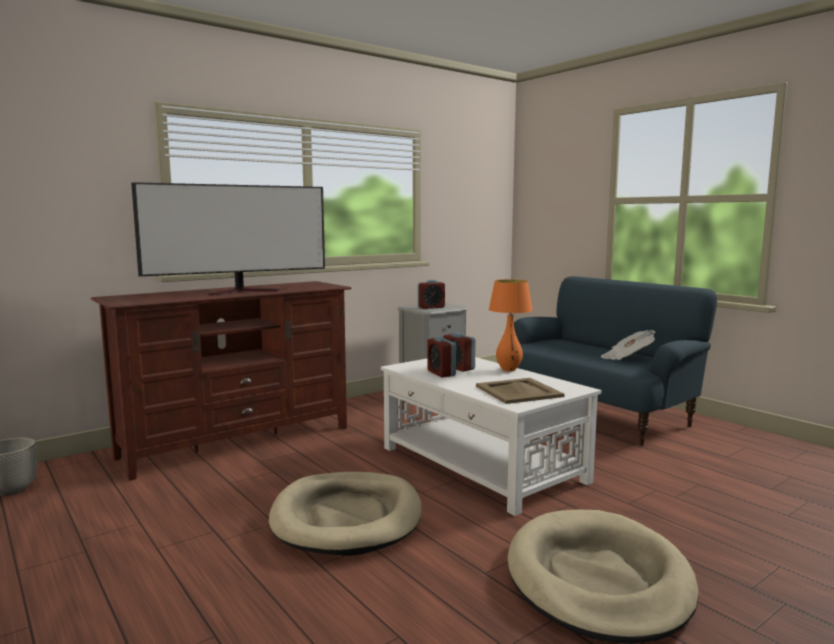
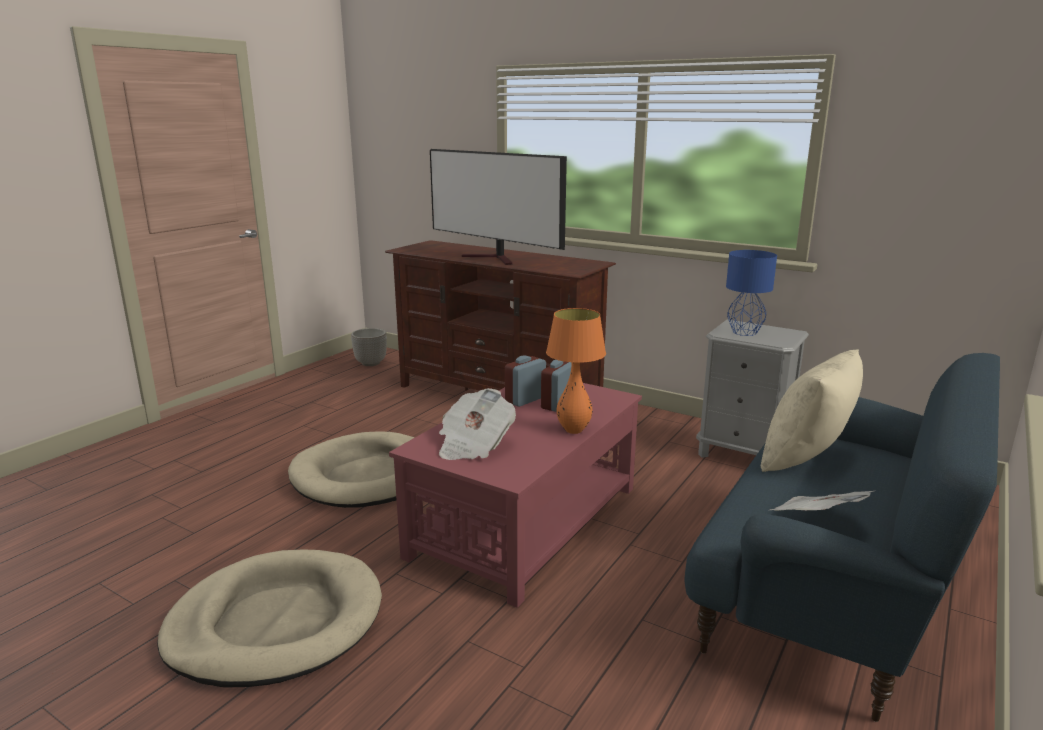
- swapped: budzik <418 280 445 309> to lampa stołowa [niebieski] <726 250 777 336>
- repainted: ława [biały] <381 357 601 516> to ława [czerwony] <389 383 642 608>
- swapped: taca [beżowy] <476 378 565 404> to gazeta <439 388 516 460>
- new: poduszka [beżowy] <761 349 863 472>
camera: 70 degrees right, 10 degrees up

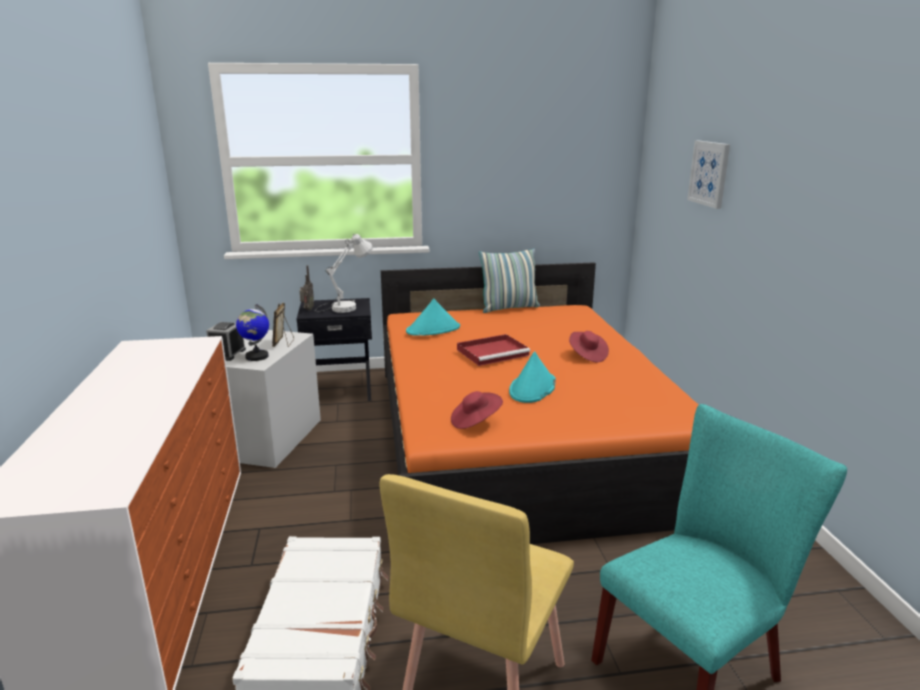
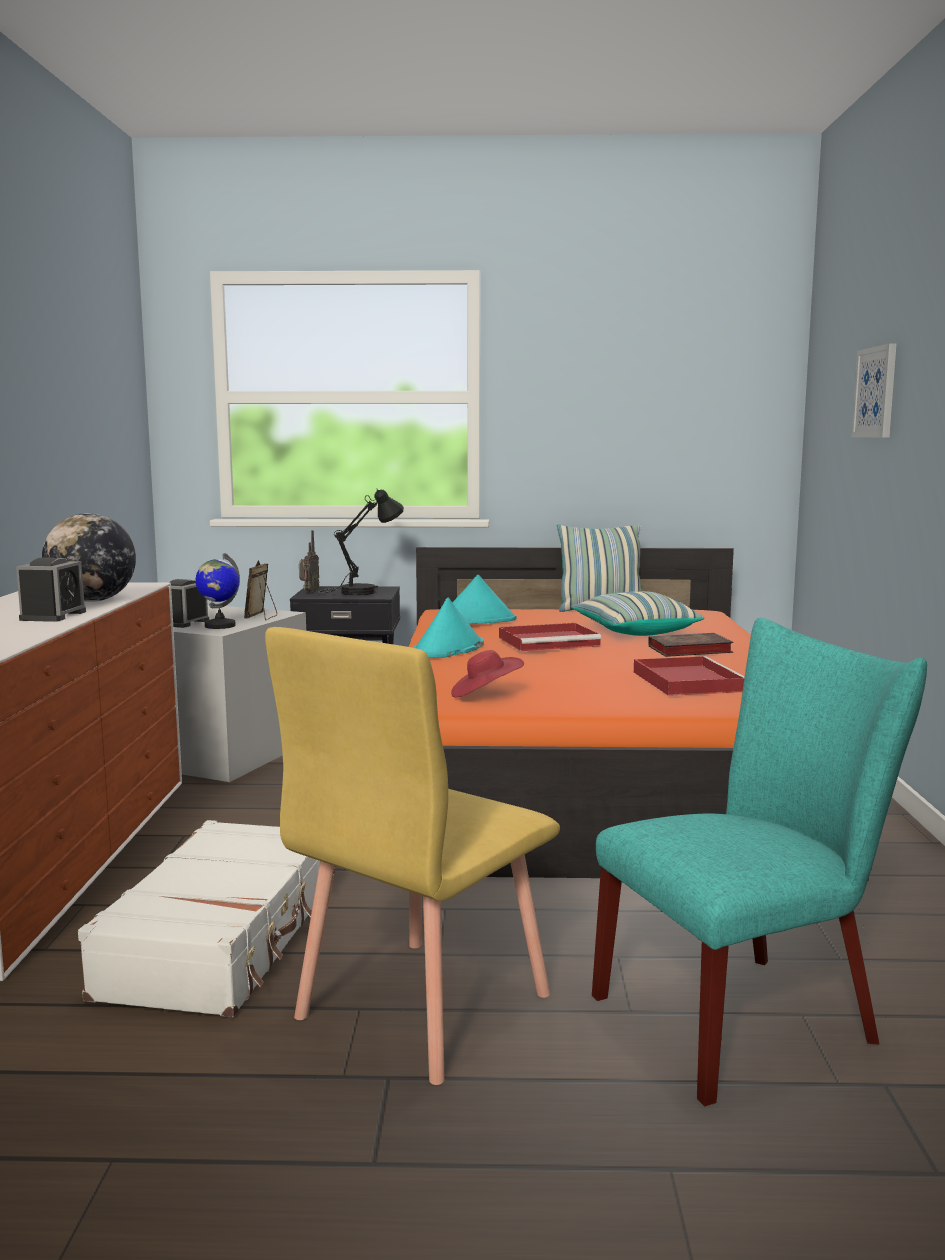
- repainted: lampa stołowa [biały] <315 234 373 313> to lampa stołowa [czarny] <318 488 404 595>
- swapped: kapelusz [czerwony] <569 331 609 362> to książka <648 633 734 657>
- shifted: kapelusz [turkusowy] <509 351 556 403> to <413 598 484 658>
- new: globus <42 513 136 602>
- new: budzik <16 558 86 622>
- new: poduszka <571 591 704 636>
- new: taca [czerwony] <634 656 745 696>
camera: 10 degrees right, 10 degrees down

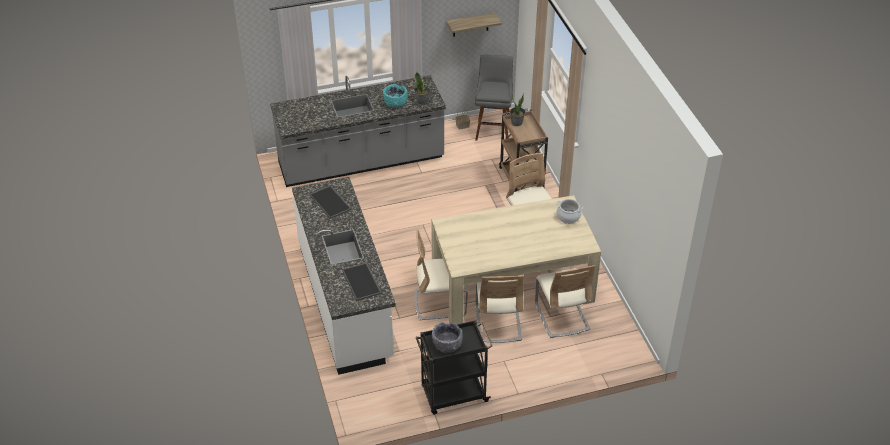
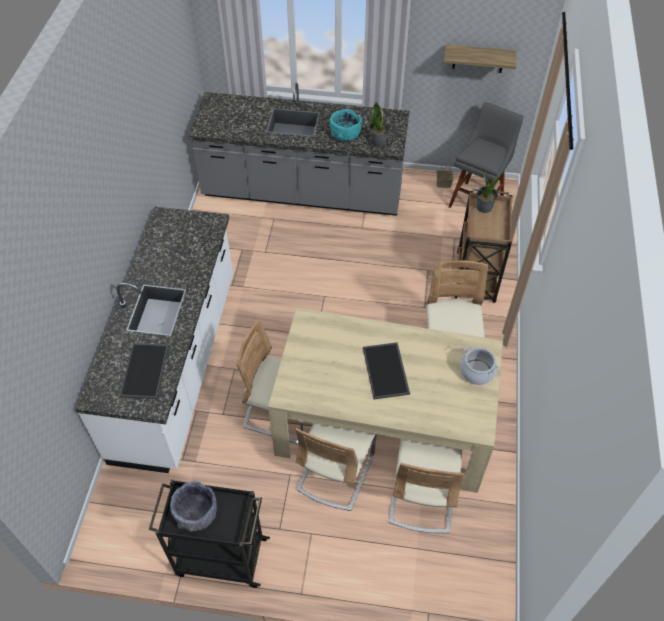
- shifted: taca <309 185 352 219> to <363 342 410 399>
camera: 25 degrees right, 10 degrees up

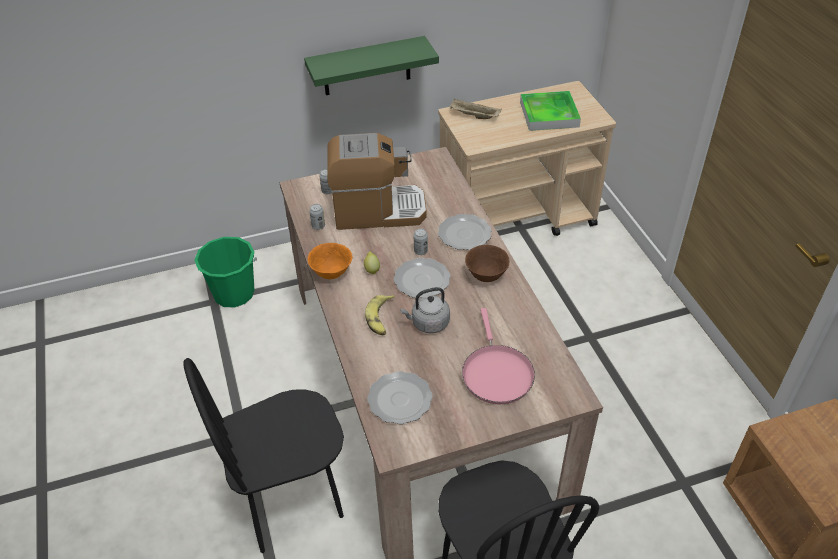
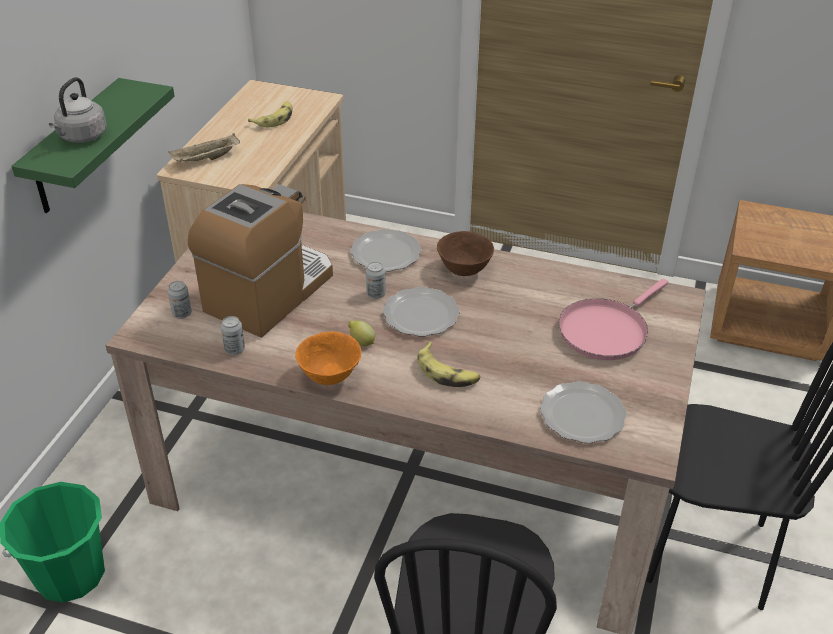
- swapped: taca <520 91 581 131> to banan <248 102 292 127>
- shifted: czajnik [szary] <400 287 450 333> to <49 77 107 143>
- rotated: patelnia [różowy] <462 308 535 404> = <558 279 668 360> 105 degrees clockwise
camera: 55 degrees left, 5 degrees down

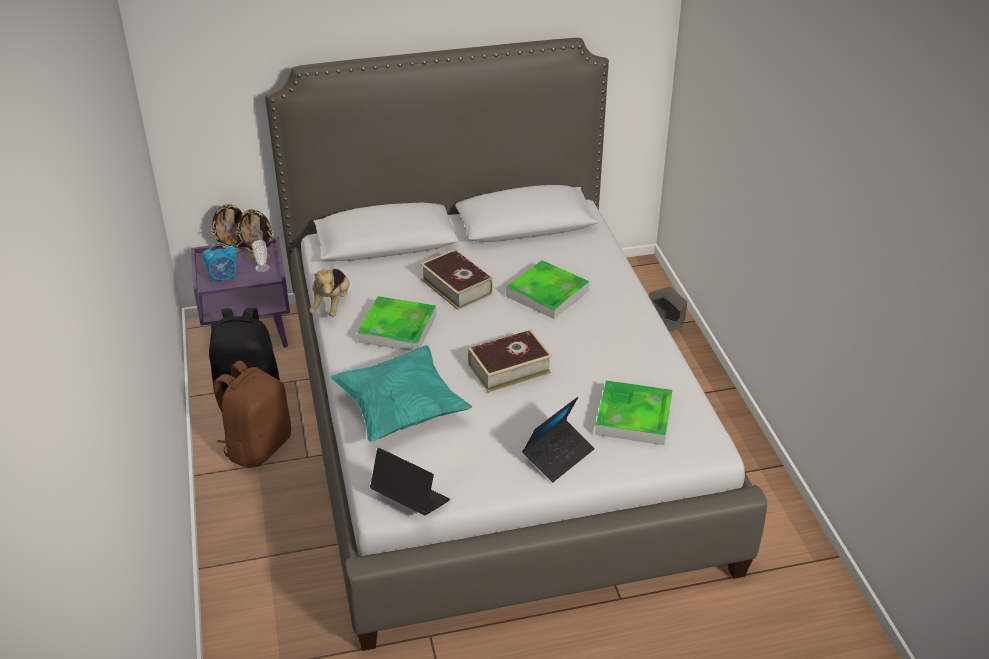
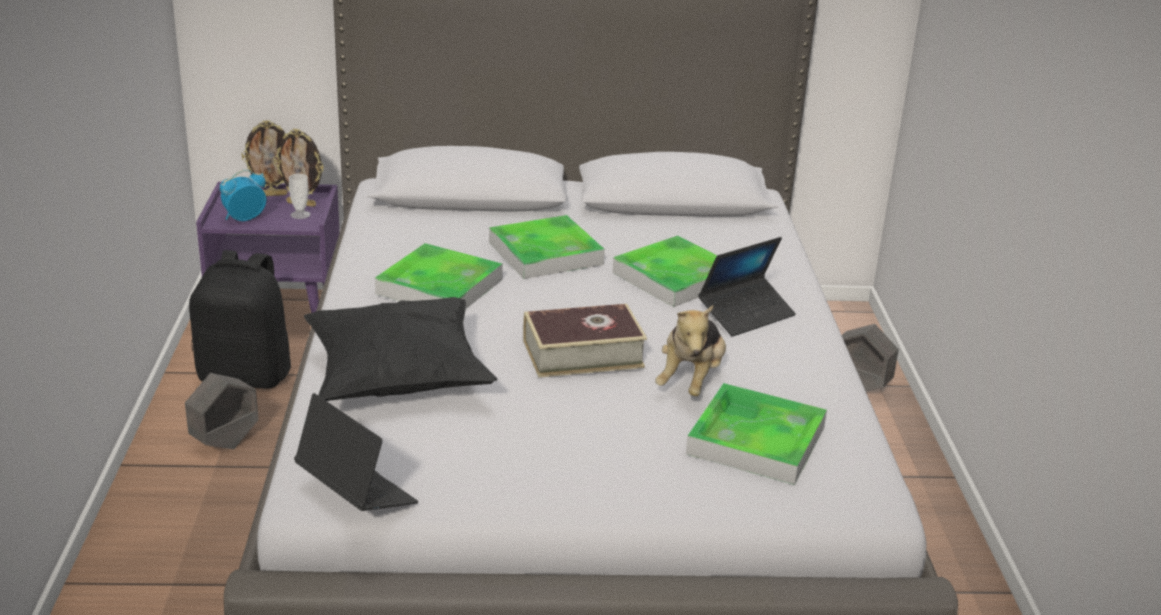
- rotated: budzik <203 243 237 284> = <220 170 266 221> 150 degrees clockwise
- swapped: książka <420 249 493 310> to taca <489 215 605 279>
- shifted: pluszak <309 266 350 317> to <655 305 726 396>
- repainted: poduszka [turkusowy] <330 345 472 442> to poduszka [czarny] <304 297 498 401>
- swapped: plecak [brązowy] <213 360 291 468> to donica [szary] <185 373 258 449>
- shifted: laptop <522 397 594 482> to <698 237 796 337>
camera: 10 degrees right, 10 degrees down

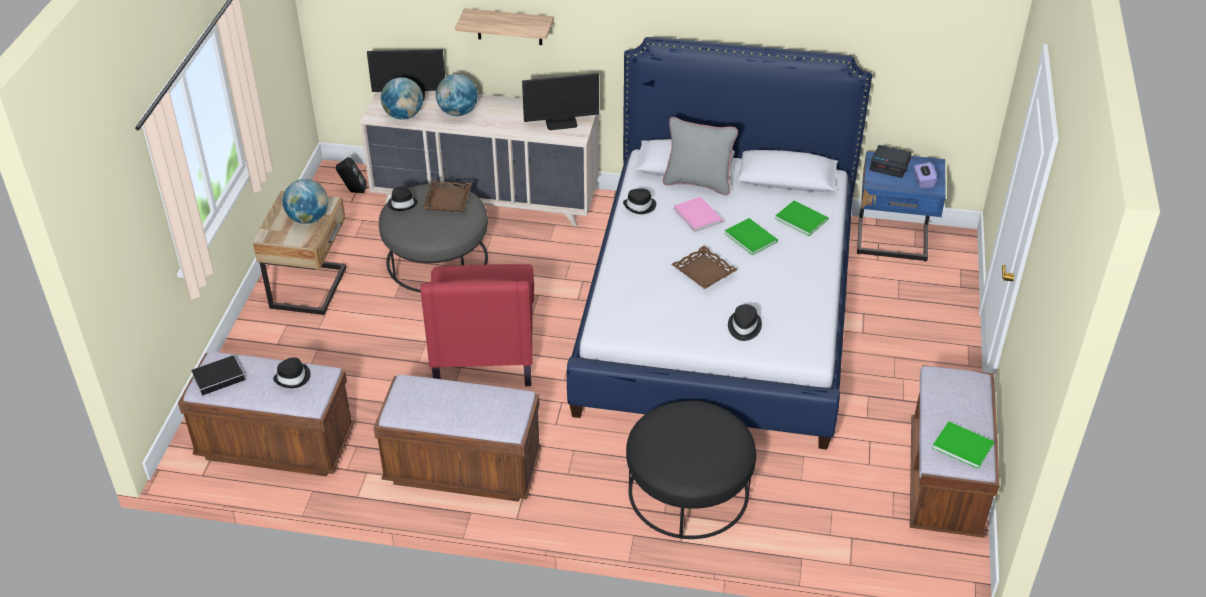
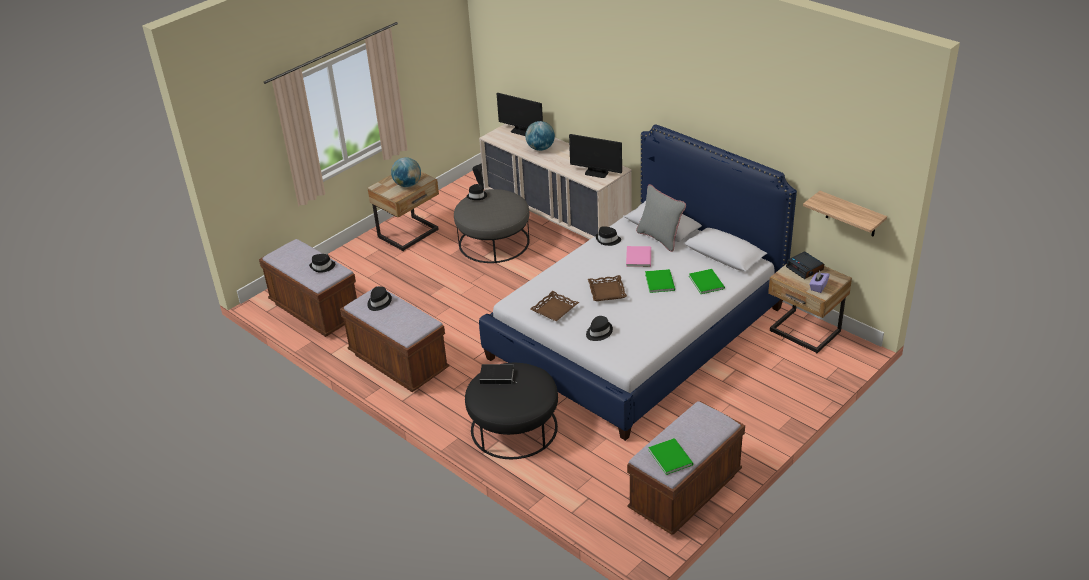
- shifted: półka <455 8 554 45> to <803 191 887 237>
- gone: globus <381 77 423 120>
- repainted: szafka nocna [niebieski] <857 151 946 262> to szafka nocna [beżowy] <768 265 852 353>
- shifted: taca [brązowy] <423 180 472 212> to <530 291 579 321>
- gone: fotel [czerwony] <420 264 534 386>
- shifted: książka <191 355 251 396> to <479 364 519 384>
- new: kapelusz [czarny] <367 286 392 311>
camera: 35 degrees right, 5 degrees down

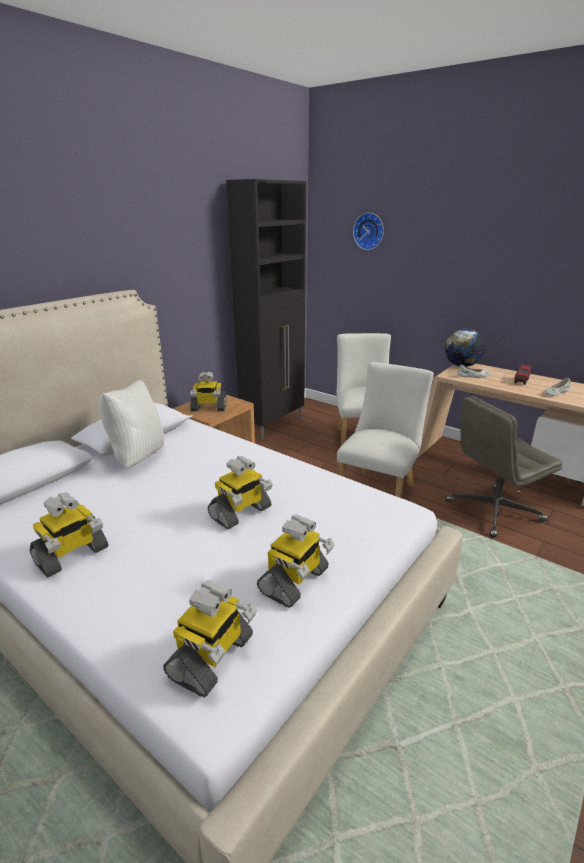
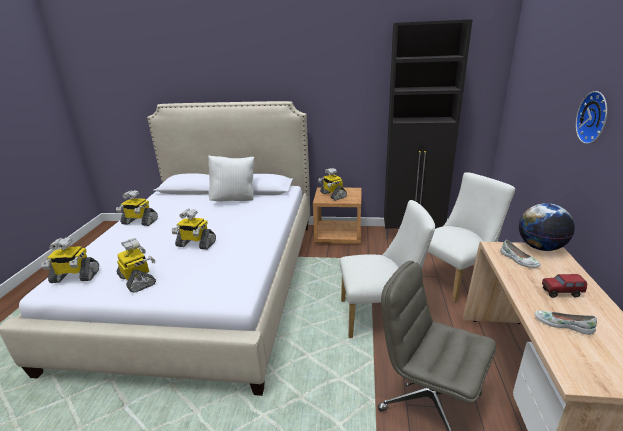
- shifted: zegar ścienny <353 213 384 250> to <576 91 607 144>
- rotated: robot zabawkowy <257 514 334 608> = <117 238 156 293> 135 degrees counterclockwise
camera: 60 degrees right, 0 degrees up

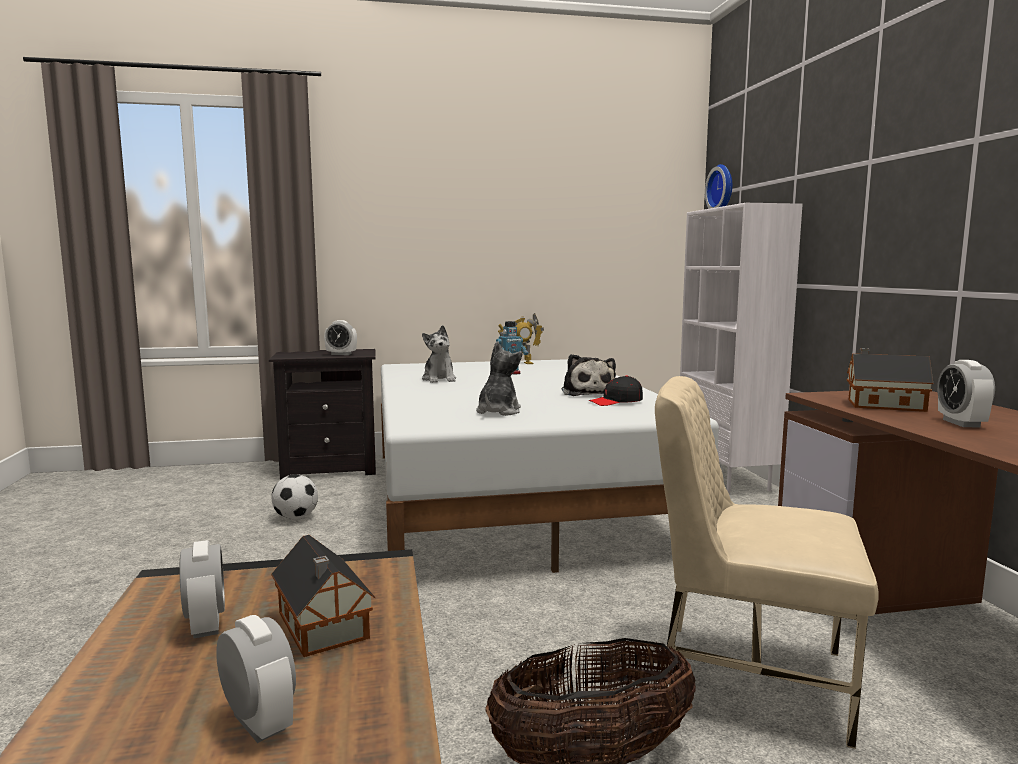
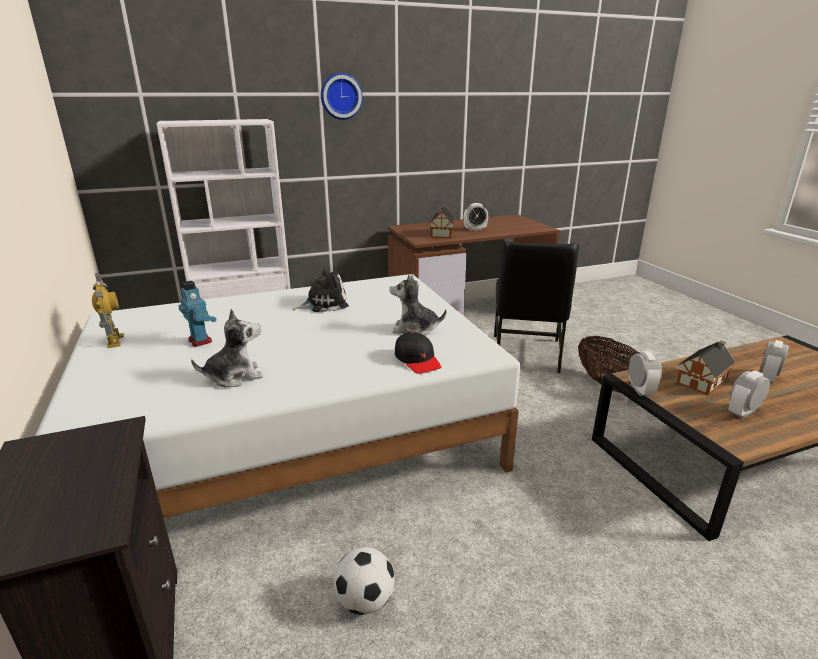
- shifted: zegar ścienny <705 164 732 209> to <321 73 363 120>
- shifted: budzik <324 320 357 355> to <628 351 662 396>
- shifted: czapka z daszkiem [czarny] <589 376 643 406> to <395 332 441 374>
- repainted: krzesło [beżowy] <655 376 879 749> to krzesło [czarny] <494 241 580 373>
camera: 100 degrees left, 15 degrees up

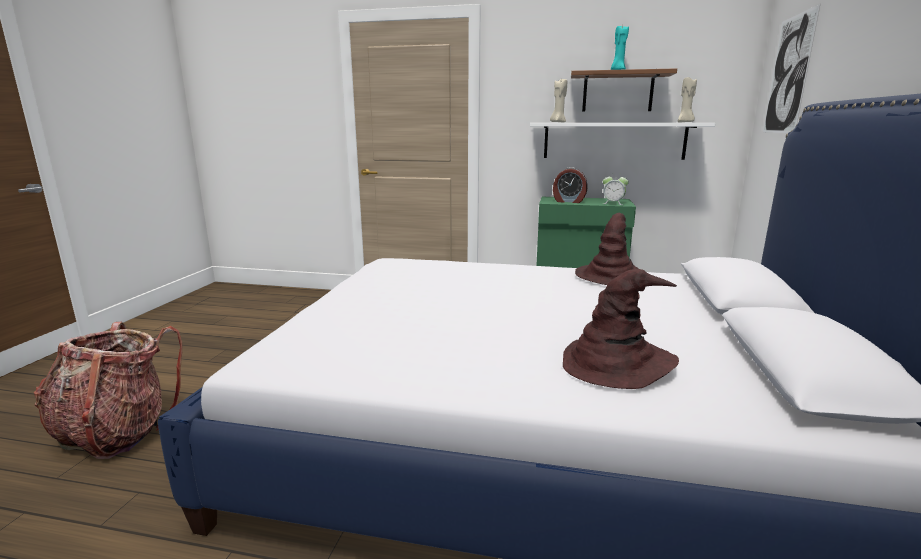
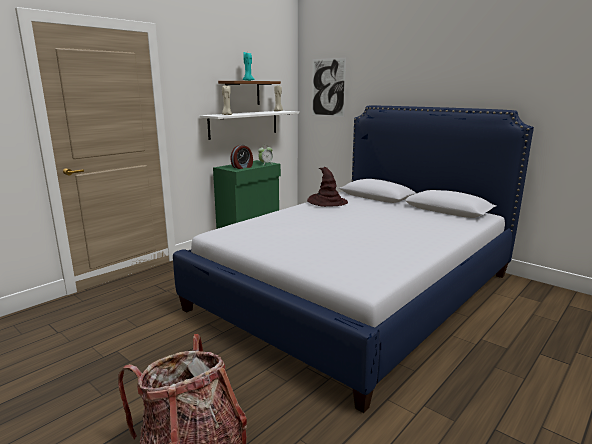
- gone: kapelusz [brązowy] <563 269 679 389>
camera: 60 degrees left, 0 degrees up

